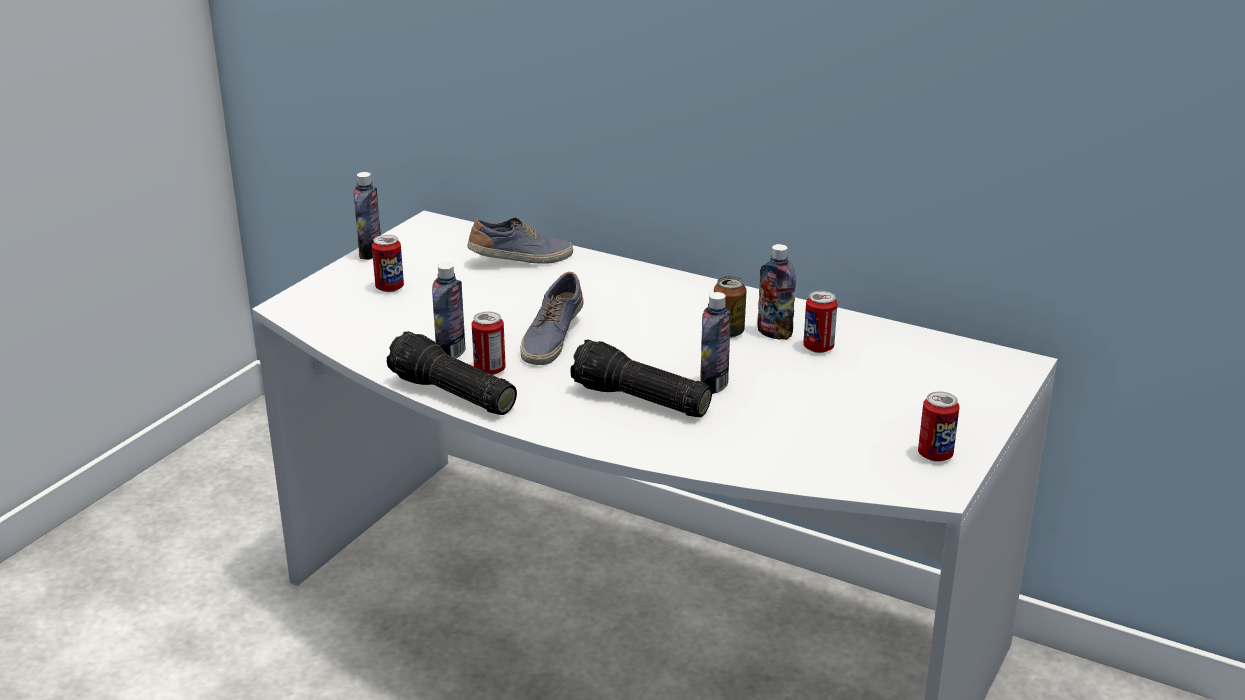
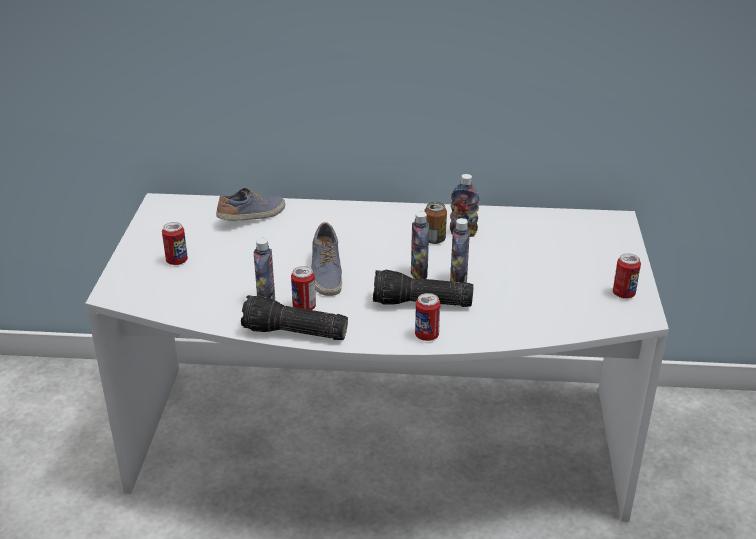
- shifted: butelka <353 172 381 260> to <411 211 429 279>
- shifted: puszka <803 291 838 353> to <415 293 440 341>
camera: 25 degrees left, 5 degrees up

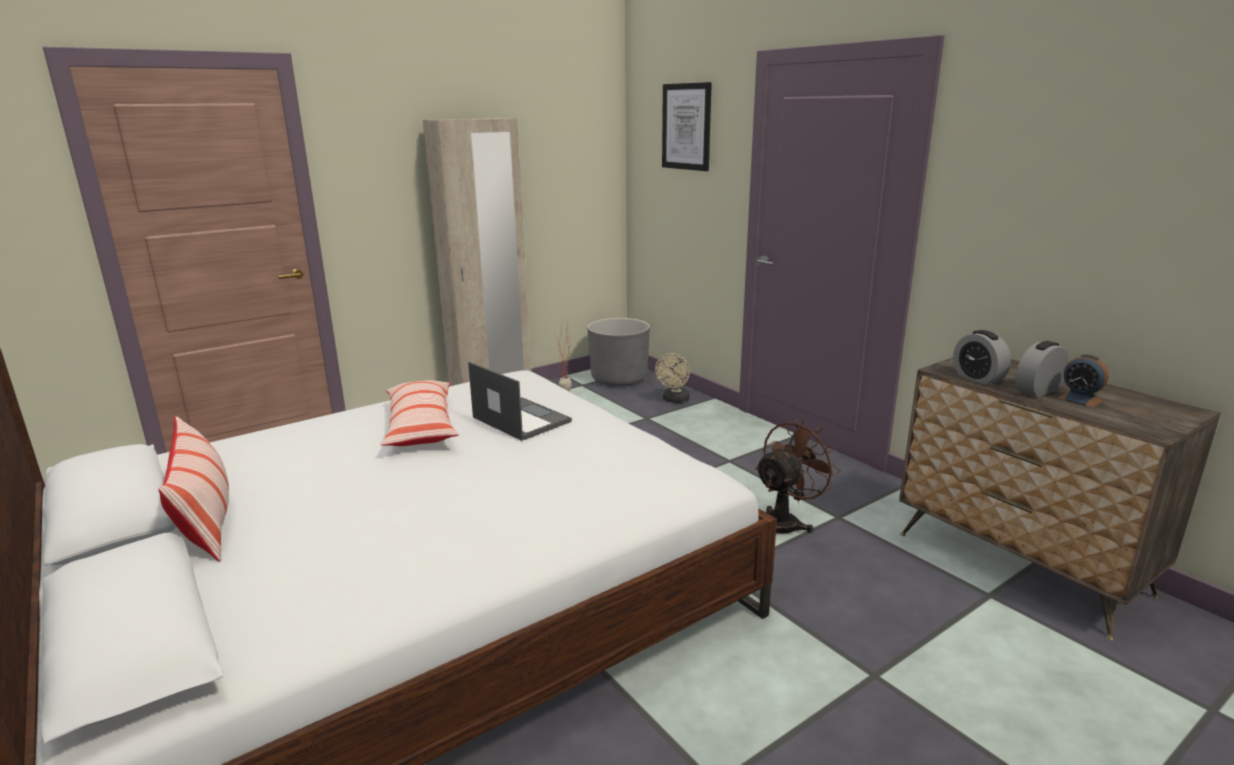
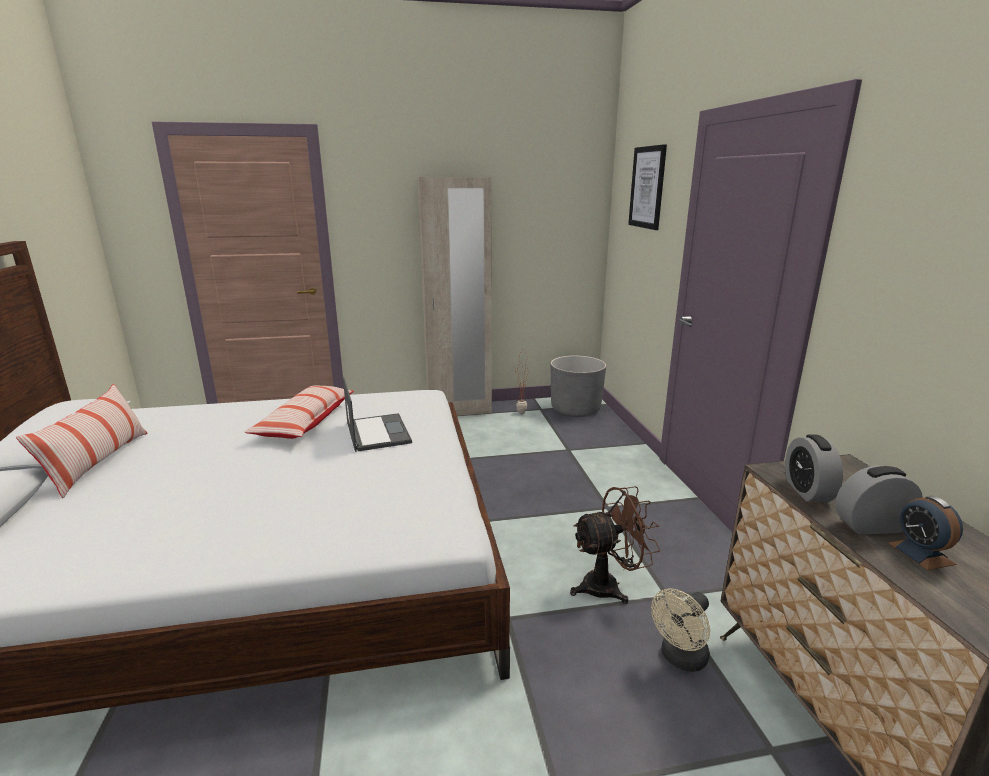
- shifted: wentylator [beżowy] <655 353 690 403> to <651 588 710 672>
camera: 25 degrees right, 0 degrees up

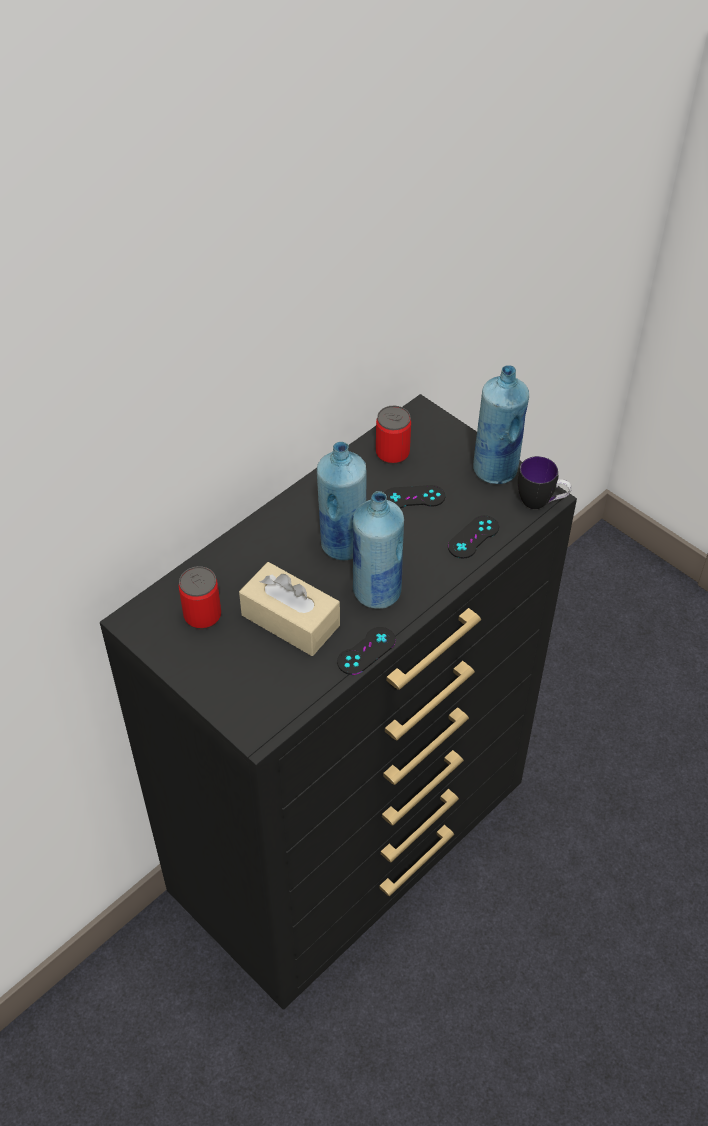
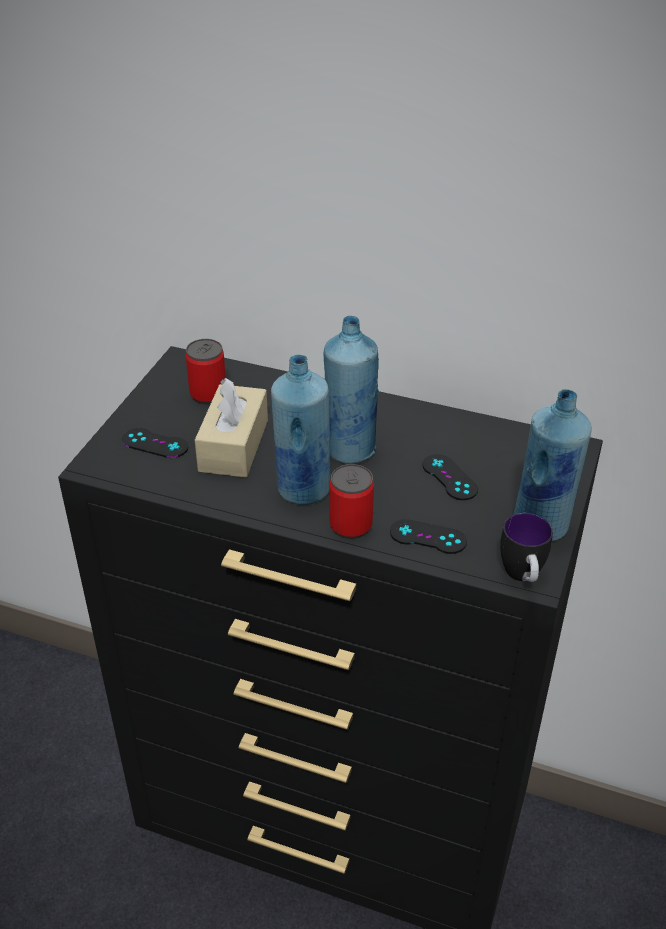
- shifted: puszka <376 406 411 465> to <330 464 374 539>
- shifted: pad do gier [czarny] <337 627 396 675> to <122 428 188 458>
camera: 65 degrees right, 10 degrees down

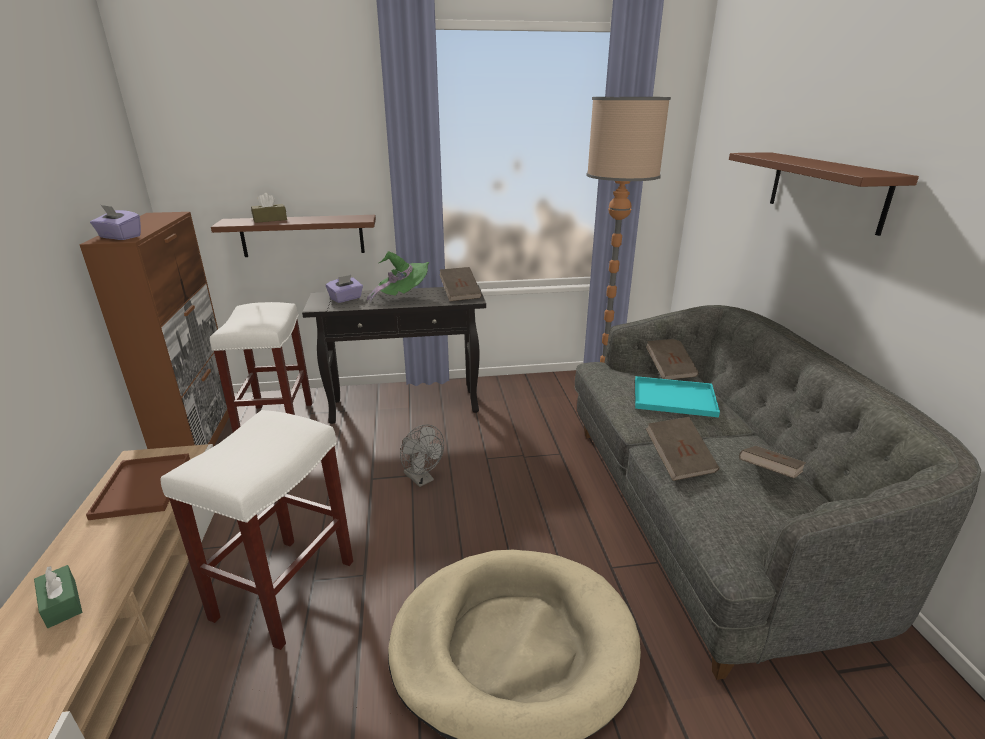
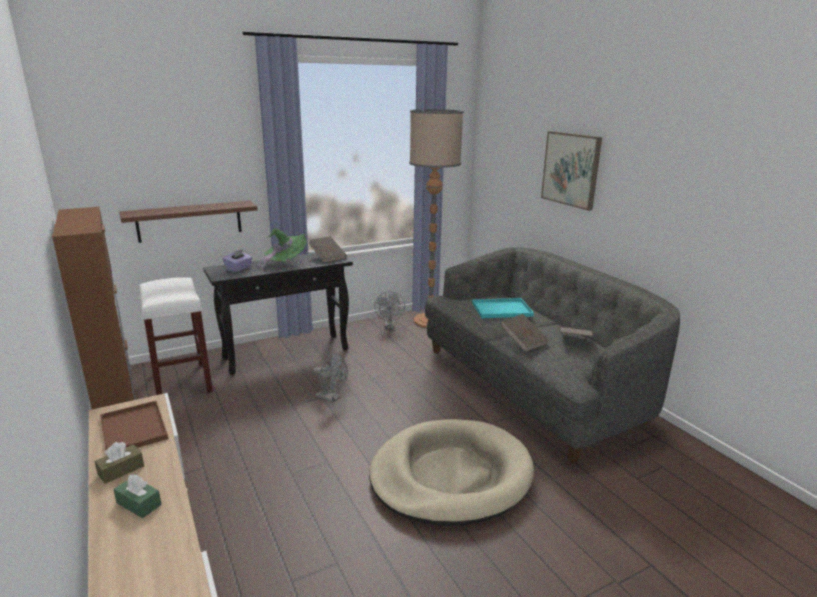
- swapped: półka [brązowy] <729 152 919 236> to obraz <541 131 602 211>
- shifted: pudełko chusteczek [brązowy] <251 193 287 223> to <95 442 144 484>
- gone: pudełko chusteczek [fioletowy] <90 205 141 240>
- gone: książka [brązowy] <646 339 699 380>
- gone: stołek [biały] <161 410 353 650>
- new: wentylator [szary] <375 291 405 329>
camera: 20 degrees left, 5 degrees down

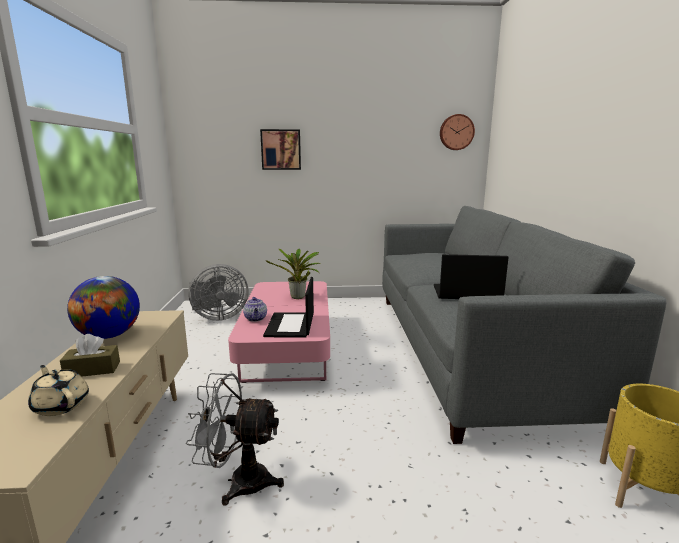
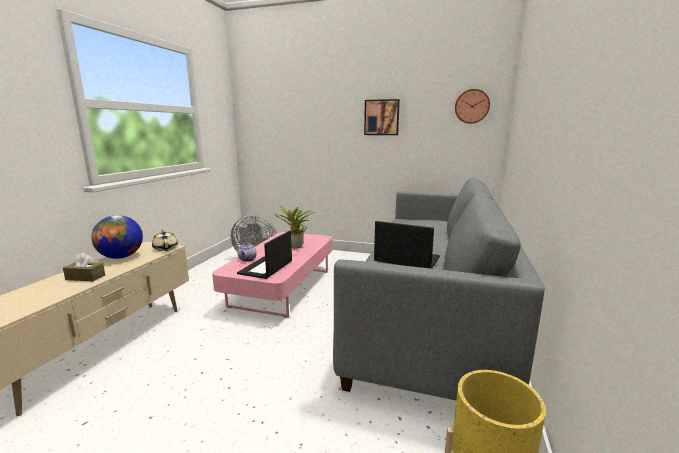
- shifted: obraz <260 129 301 170> to <364 99 400 135>
- shifted: imbryk [beżowy] <28 365 89 416> to <152 230 178 251>
- gone: wentylator [szary] <186 373 284 506>
camera: 20 degrees right, 0 degrees up

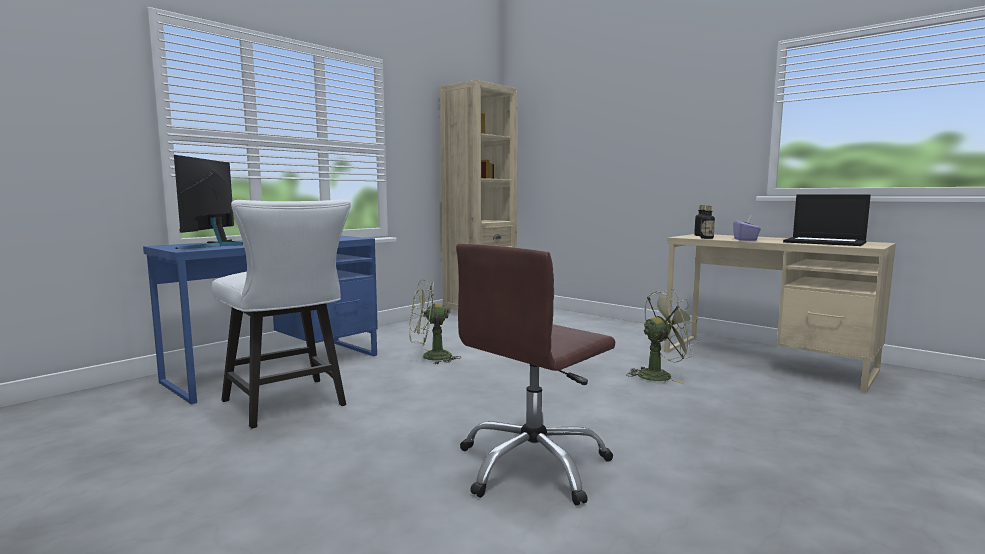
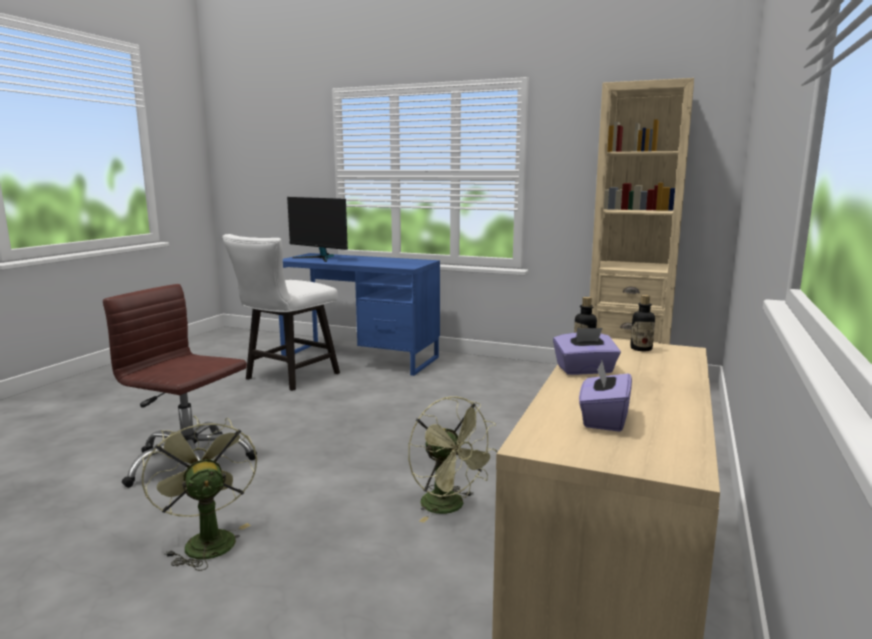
- rotated: monitor <174 155 243 249> = <287 197 348 262> 120 degrees counterclockwise
- swapped: laptop <783 195 871 246> to pudełko chusteczek [fioletowy] <579 361 632 432>
- shifted: wentylator [zielony] <409 280 460 364> to <142 416 257 571>
camera: 70 degrees right, 5 degrees up

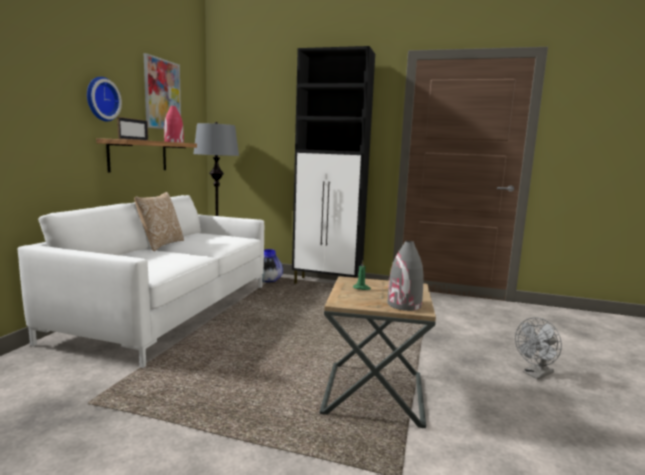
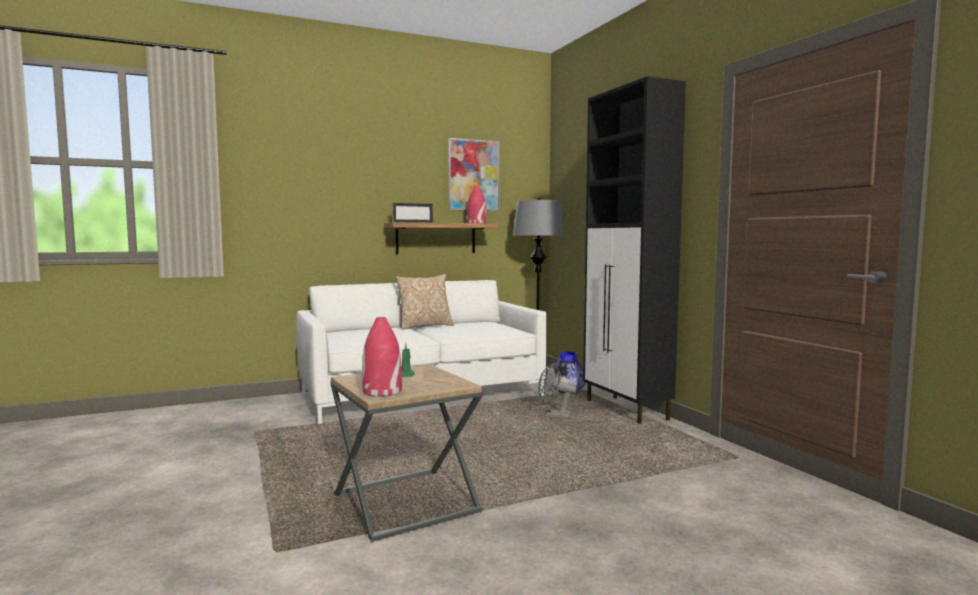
- gone: zegar ścienny <87 77 122 121>
- repainted: wazon [szary] <388 241 424 311> to wazon [czerwony] <362 317 402 396>
- shifted: wentylator [szary] <515 317 562 379> to <538 363 577 418>
camera: 50 degrees right, 5 degrees down

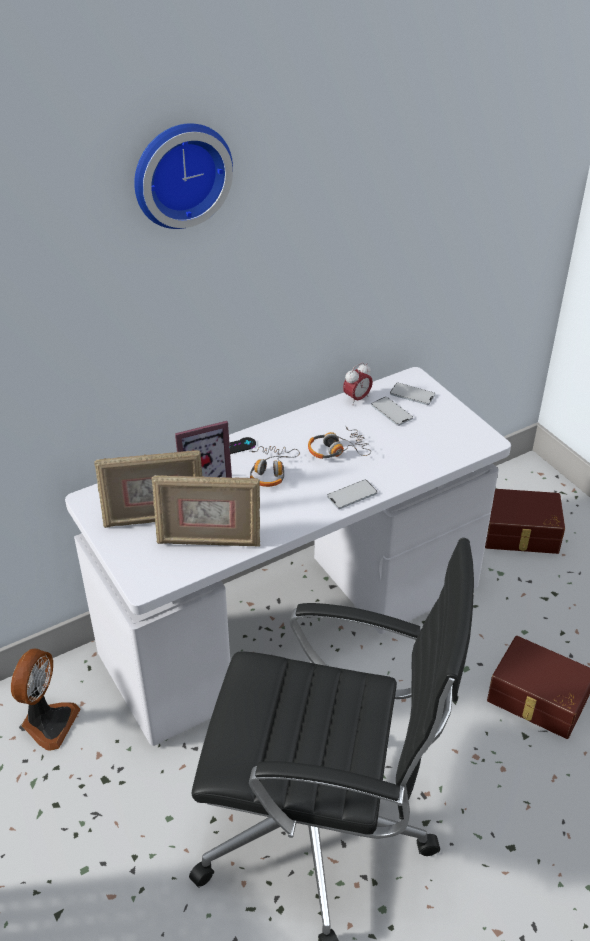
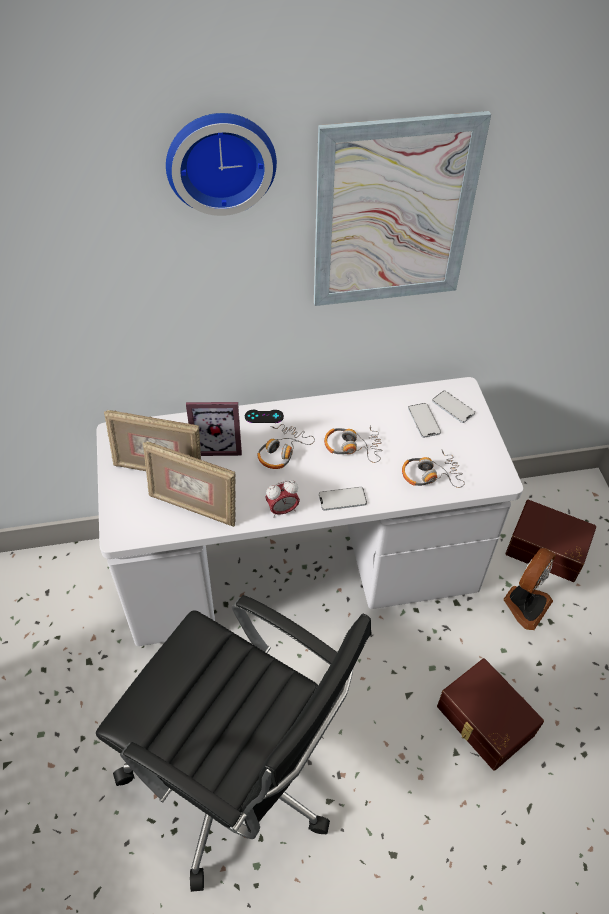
- shifted: budzik <343 362 373 405> to <265 480 300 518>
- shifted: wentylator <11 649 80 751> to <504 548 556 630>
- new: obraz <314 111 491 306>
- new: słuchawki <402 449 465 488>
camera: 20 degrees right, 10 degrees up

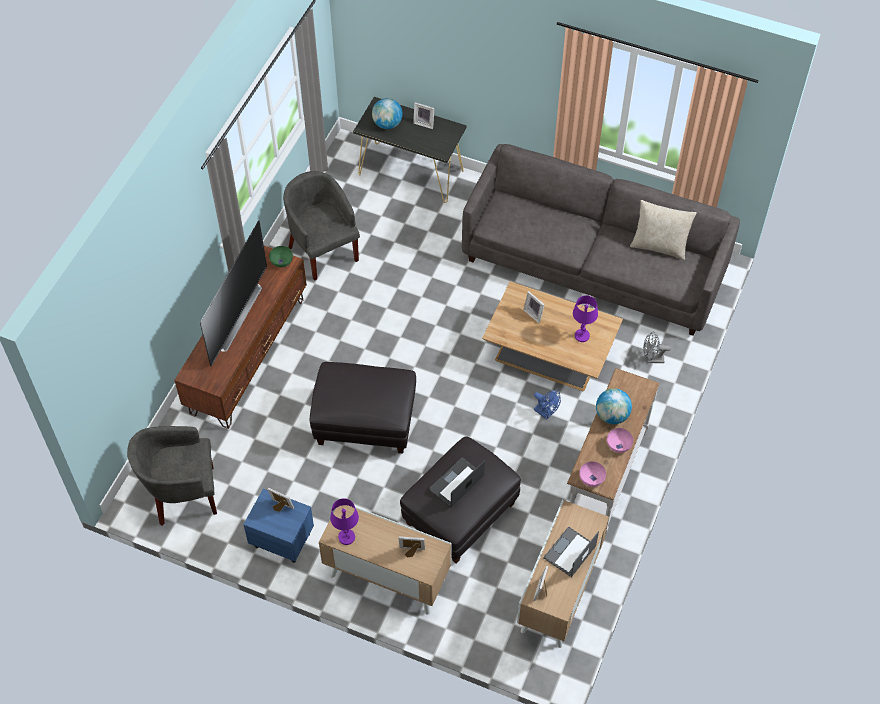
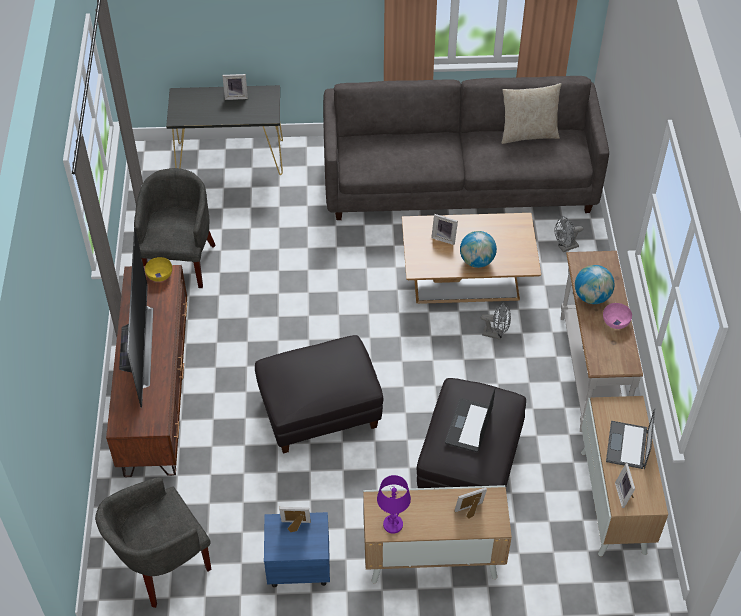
- shifted: globus <372 98 403 129> to <460 231 497 268>
- rotated: fotel [szary] <283 171 360 281> = <134 168 216 288> 60 degrees clockwise
- repainted: miska [zielony] <269 246 293 267> to miska [żółty] <145 257 172 282>
- gone: lampa stołowa [fioletowy] <573 295 598 342>
- repainted: wentylator [niebieski] <534 390 561 420> to wentylator [szary] <480 303 511 340>
- gone: miska [różowy] <579 461 606 487>
camera: 25 degrees left, 5 degrees down

